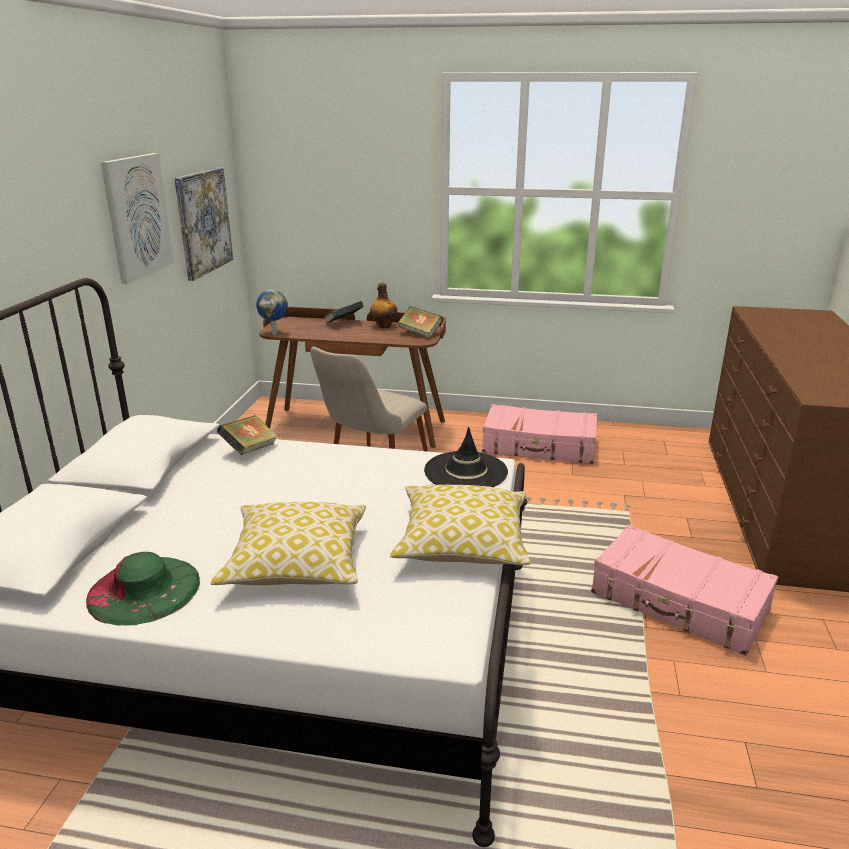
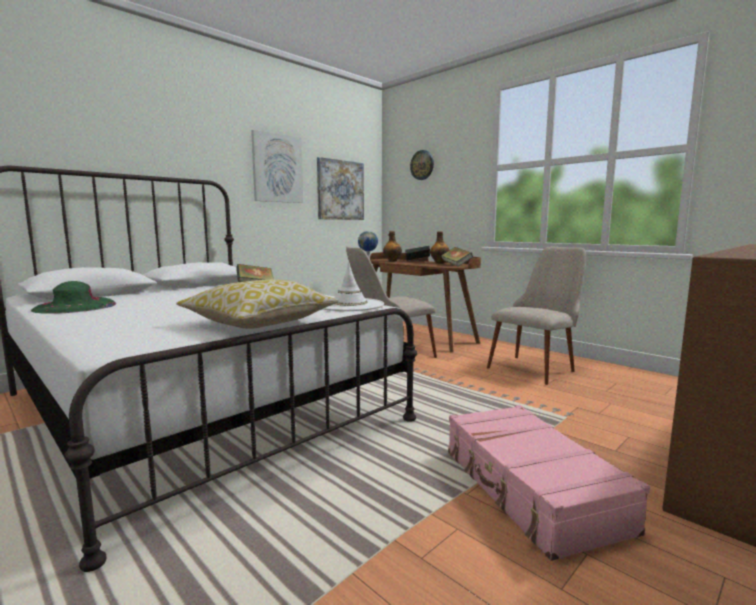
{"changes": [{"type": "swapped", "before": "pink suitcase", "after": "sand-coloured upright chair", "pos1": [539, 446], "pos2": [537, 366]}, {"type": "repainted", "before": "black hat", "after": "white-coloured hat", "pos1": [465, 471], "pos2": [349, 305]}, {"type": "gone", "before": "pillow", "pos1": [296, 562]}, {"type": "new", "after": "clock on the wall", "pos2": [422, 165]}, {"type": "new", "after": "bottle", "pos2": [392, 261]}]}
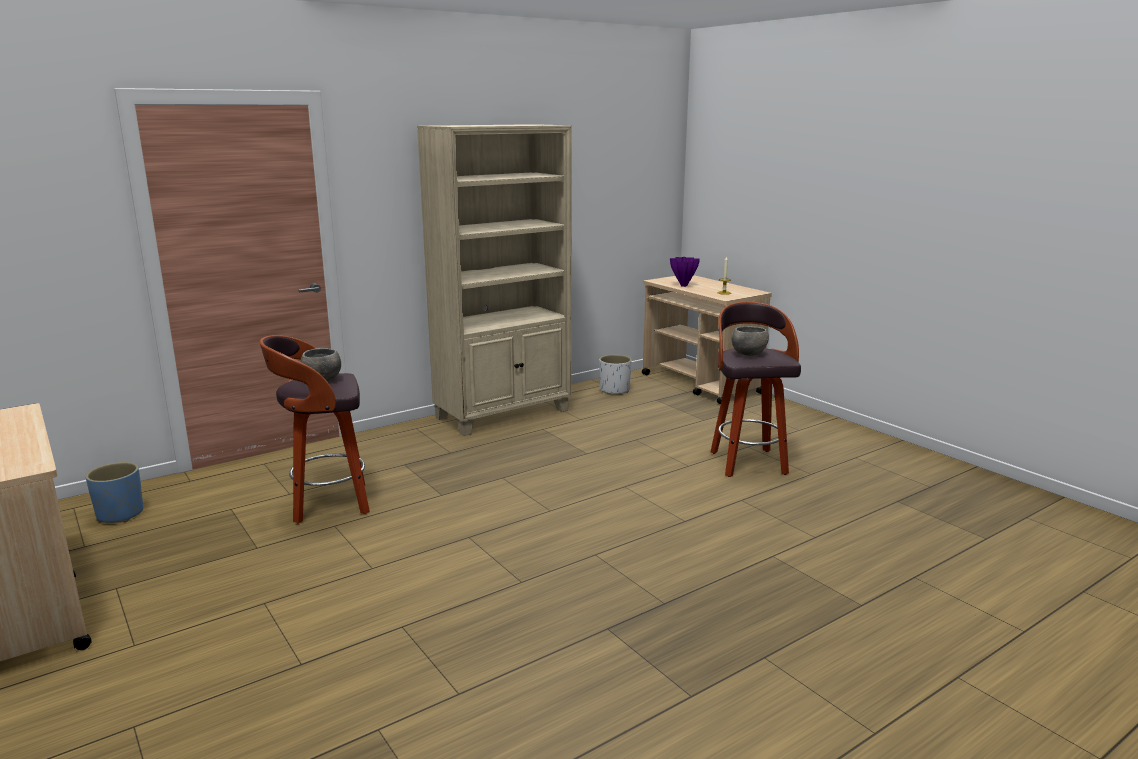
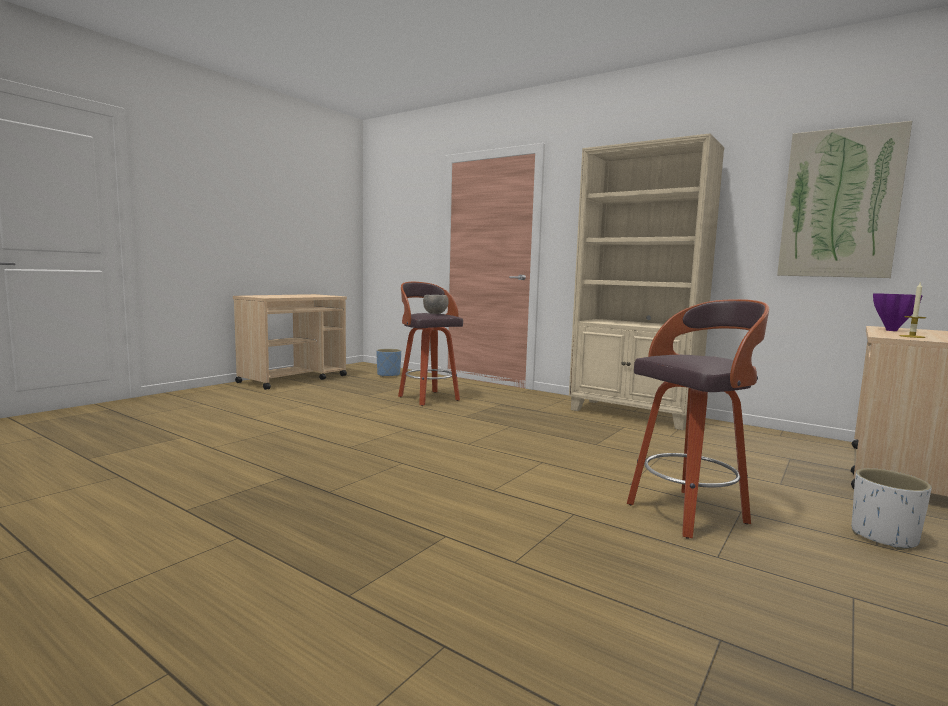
{"changes": [{"type": "gone", "before": "greyish serving bowl", "pos1": [747, 354]}, {"type": "shifted", "before": "white-coloured plant pot", "pos1": [615, 390], "pos2": [884, 537]}, {"type": "new", "after": "wall picture", "pos2": [840, 204]}]}
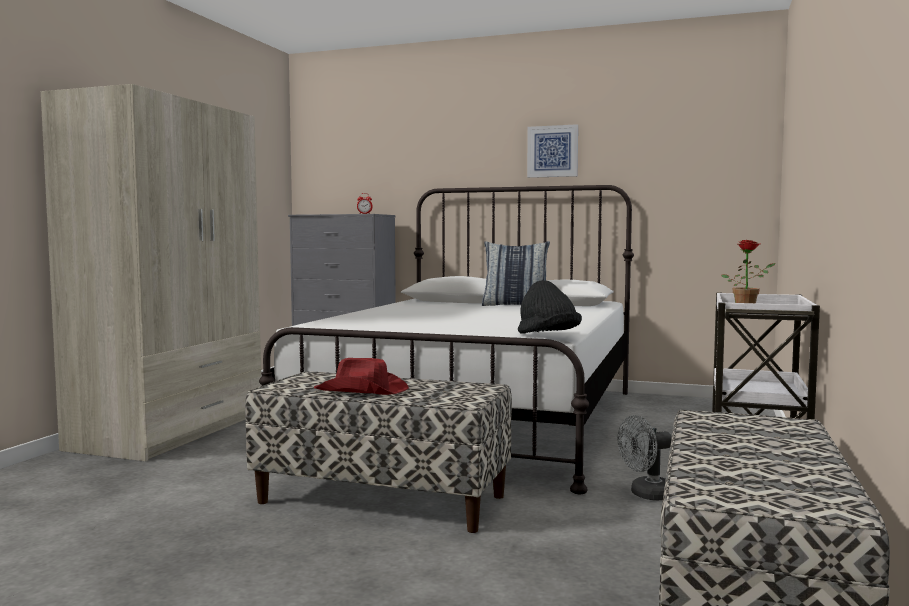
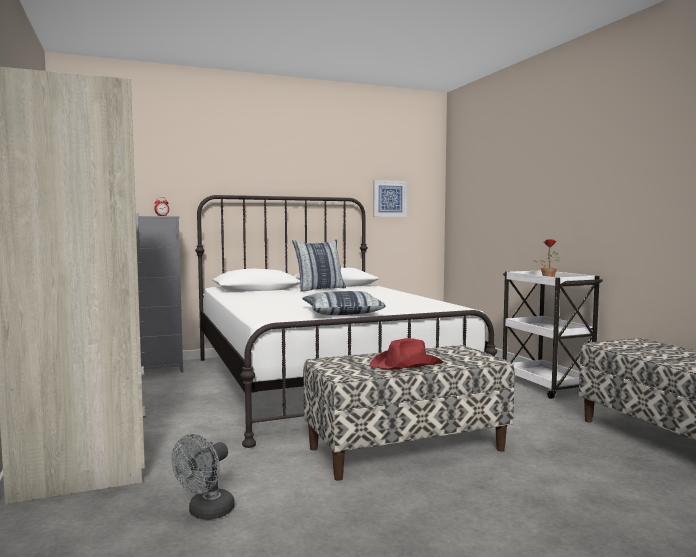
{"changes": [{"type": "shifted", "before": "wall picture", "pos1": [552, 151], "pos2": [389, 198]}, {"type": "gone", "before": "black hat", "pos1": [548, 336]}, {"type": "shifted", "before": "greyish electric fan", "pos1": [646, 495], "pos2": [206, 513]}, {"type": "new", "after": "pillow", "pos2": [341, 312]}]}
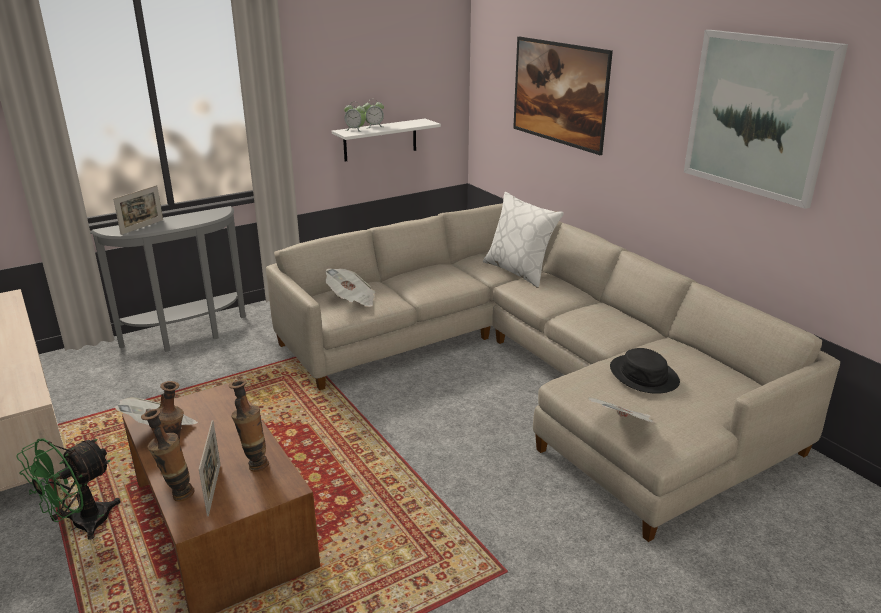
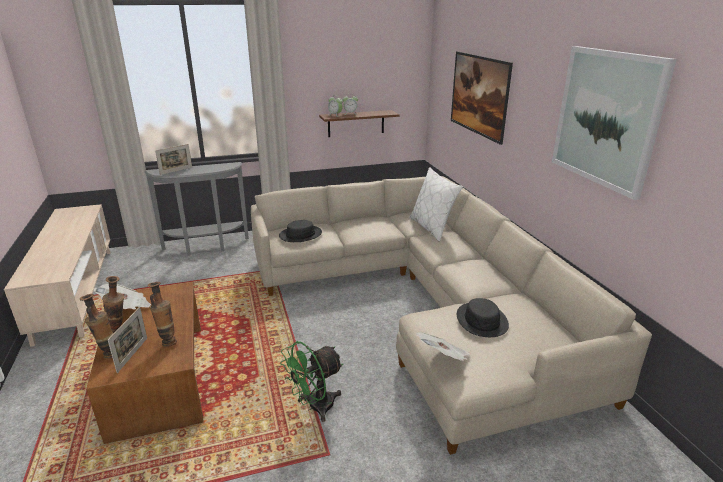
{"changes": [{"type": "repainted", "before": "white-coloured shelf", "after": "brownish shelf", "pos1": [380, 140], "pos2": [356, 123]}, {"type": "swapped", "before": "printed paper", "after": "black hat", "pos1": [352, 300], "pos2": [300, 235]}, {"type": "shifted", "before": "greenish electric fan", "pos1": [81, 525], "pos2": [315, 407]}]}
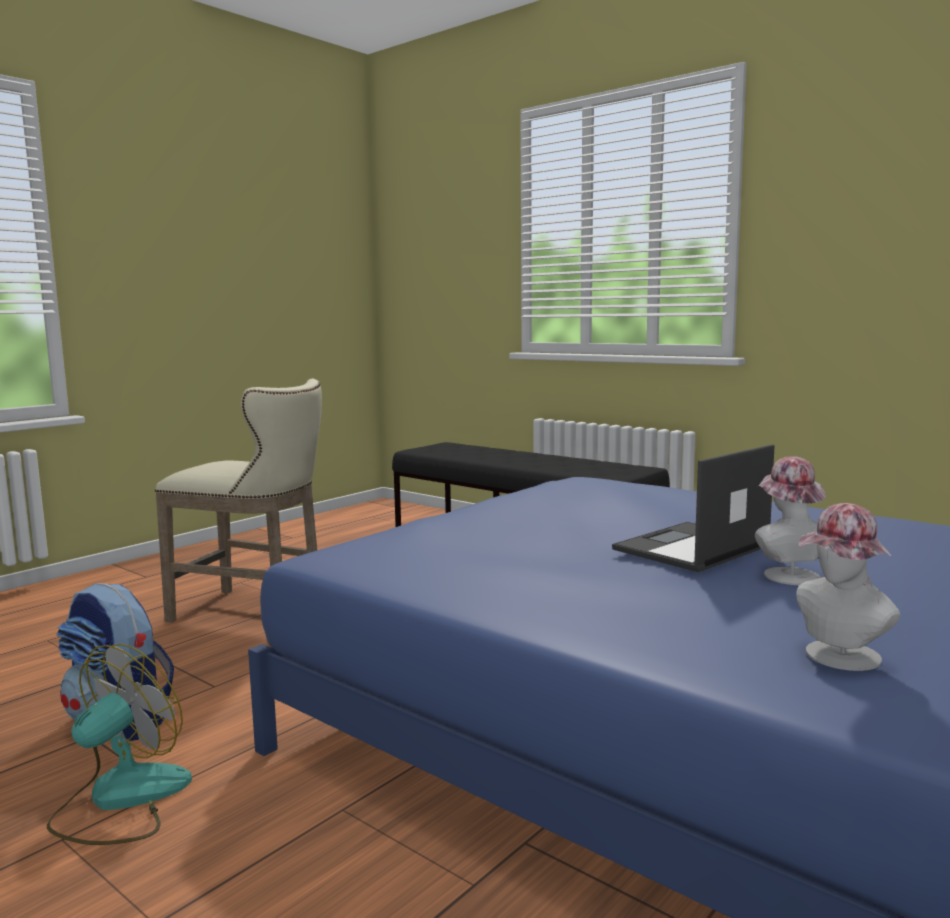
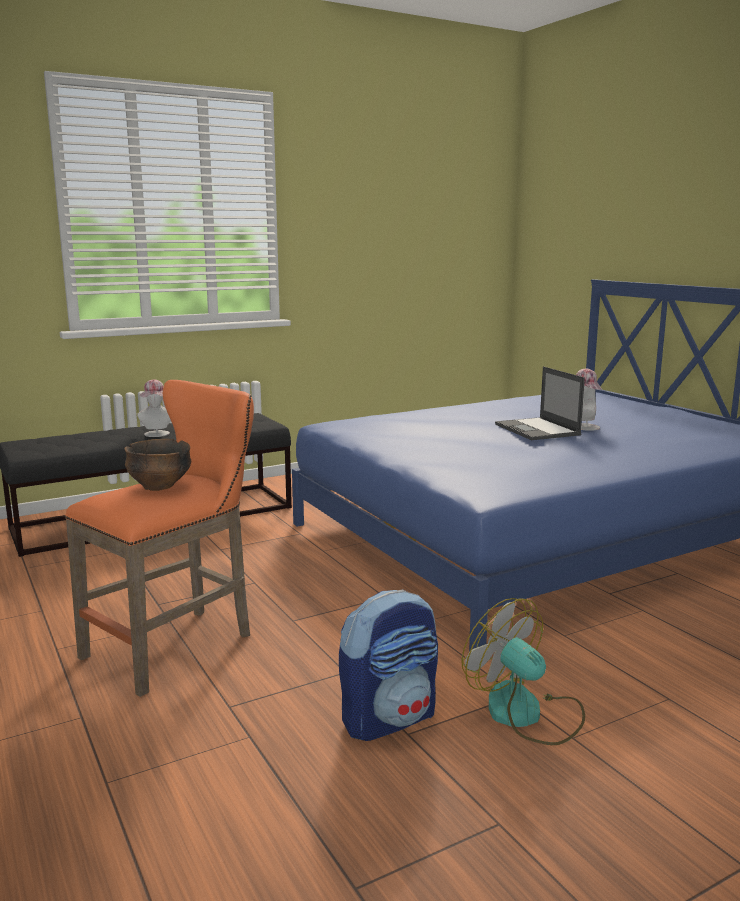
{"changes": [{"type": "repainted", "before": "sand-coloured stool seat", "after": "orange-coloured stool seat", "pos1": [255, 614], "pos2": [178, 645]}, {"type": "shifted", "before": "hat", "pos1": [837, 658], "pos2": [157, 434]}, {"type": "new", "after": "serving bowl", "pos2": [159, 486]}]}
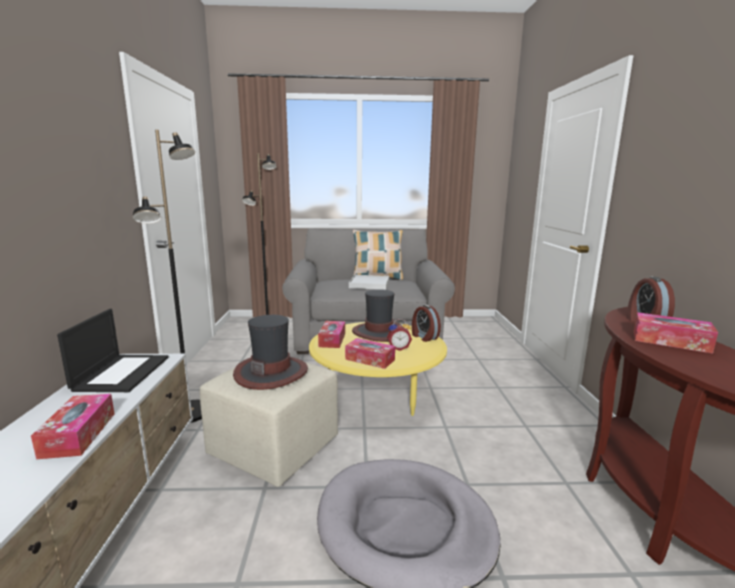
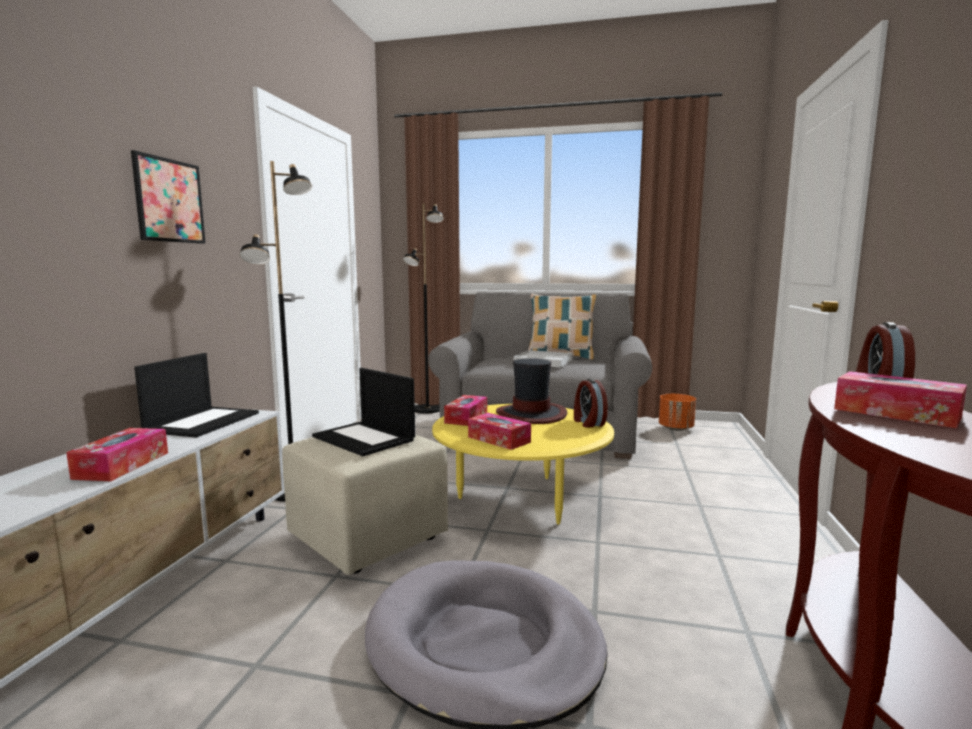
{"changes": [{"type": "swapped", "before": "hat", "after": "laptop", "pos1": [271, 372], "pos2": [365, 438]}, {"type": "gone", "before": "table clock", "pos1": [398, 348]}, {"type": "new", "after": "wall picture", "pos2": [169, 200]}, {"type": "new", "after": "orange-coloured plant pot", "pos2": [676, 428]}]}
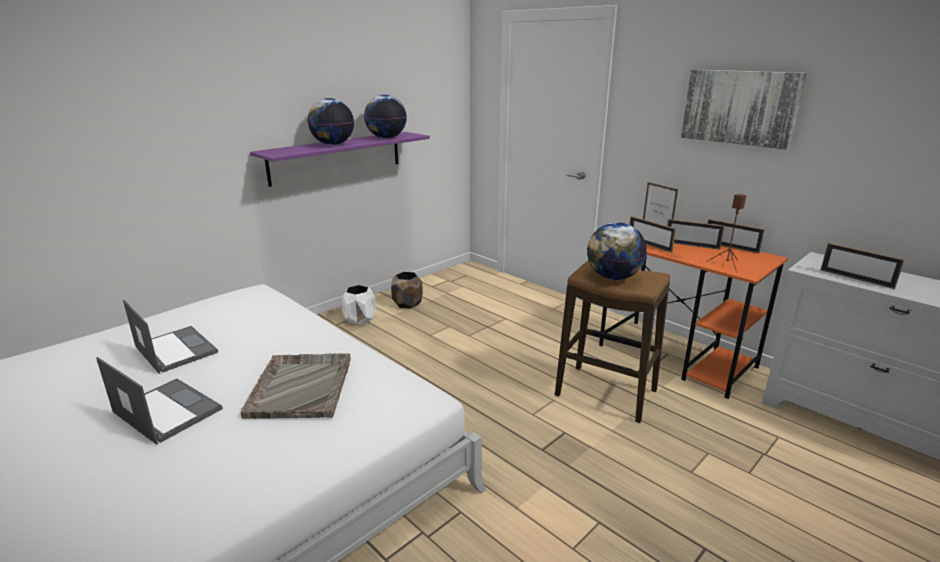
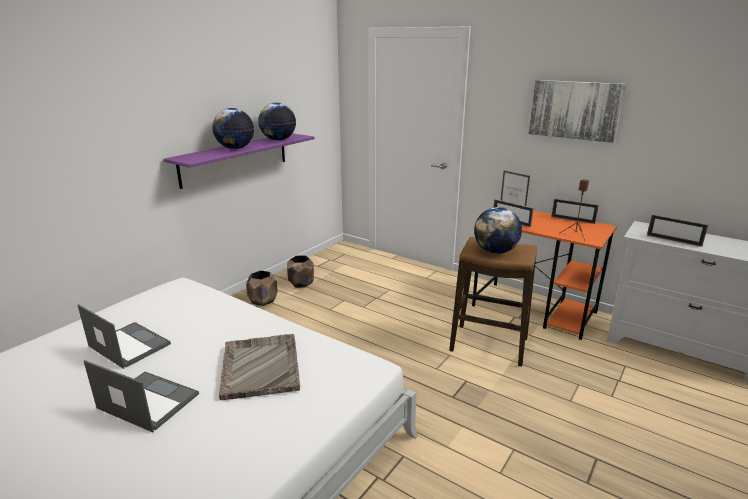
{"changes": [{"type": "gone", "before": "standing frame", "pos1": [691, 245]}, {"type": "repainted", "before": "white-coloured plant pot", "after": "brownish plant pot", "pos1": [360, 319], "pos2": [263, 300]}]}
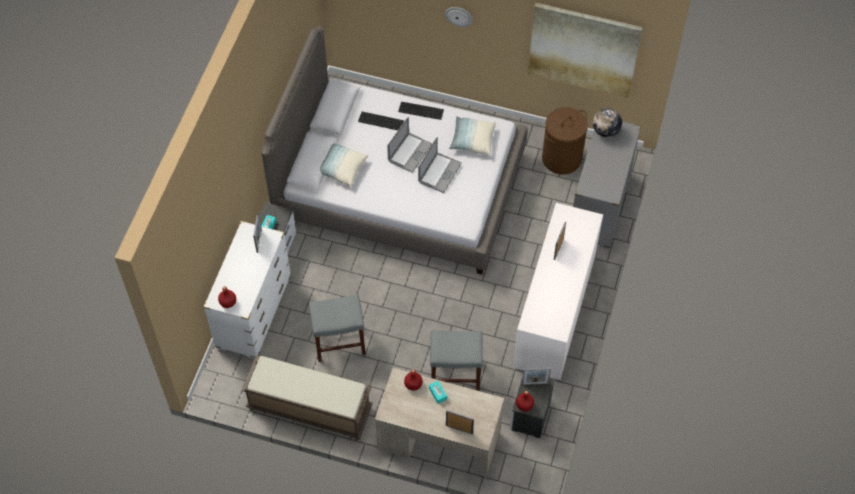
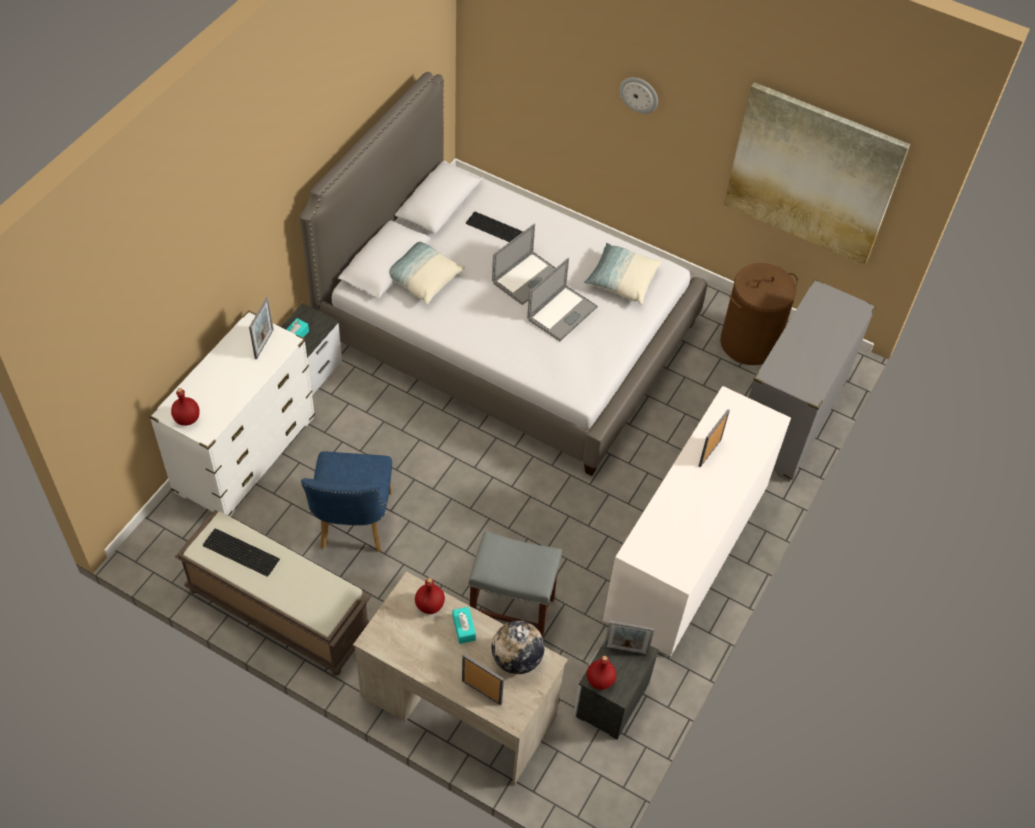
{"changes": [{"type": "shifted", "before": "computer keyboard", "pos1": [420, 110], "pos2": [241, 551]}, {"type": "shifted", "before": "world globe", "pos1": [606, 131], "pos2": [516, 659]}, {"type": "swapped", "before": "greyish stool seat", "after": "blue-coloured upright chair", "pos1": [338, 343], "pos2": [352, 526]}]}
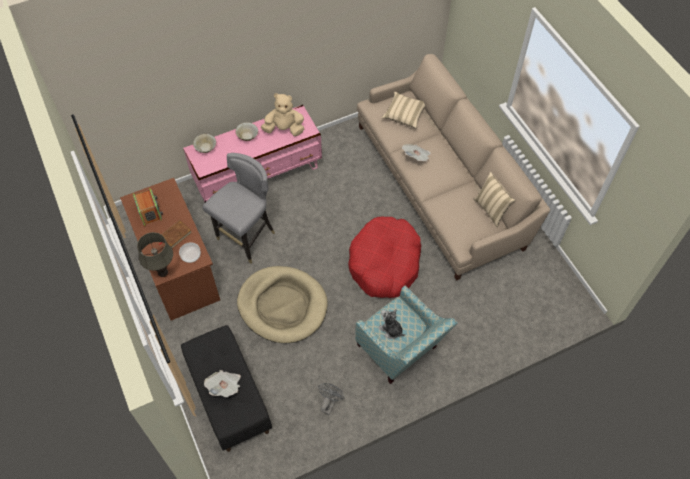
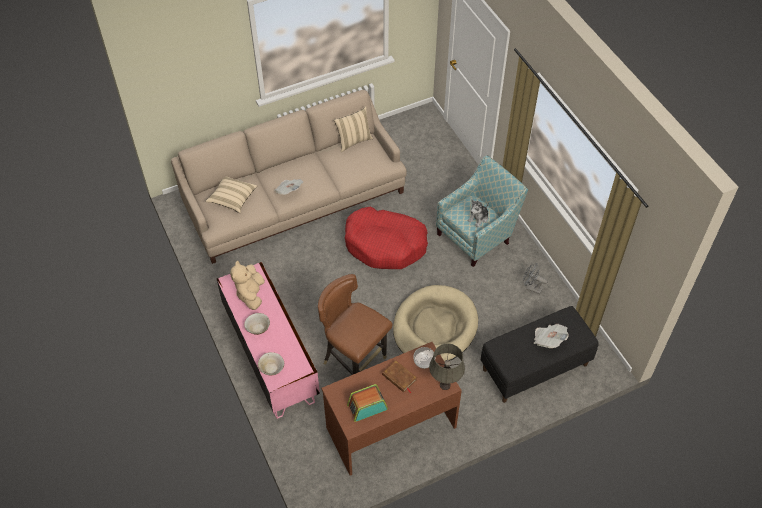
{"changes": [{"type": "repainted", "before": "greyish upright chair", "after": "brownish upright chair", "pos1": [247, 238], "pos2": [355, 363]}]}
